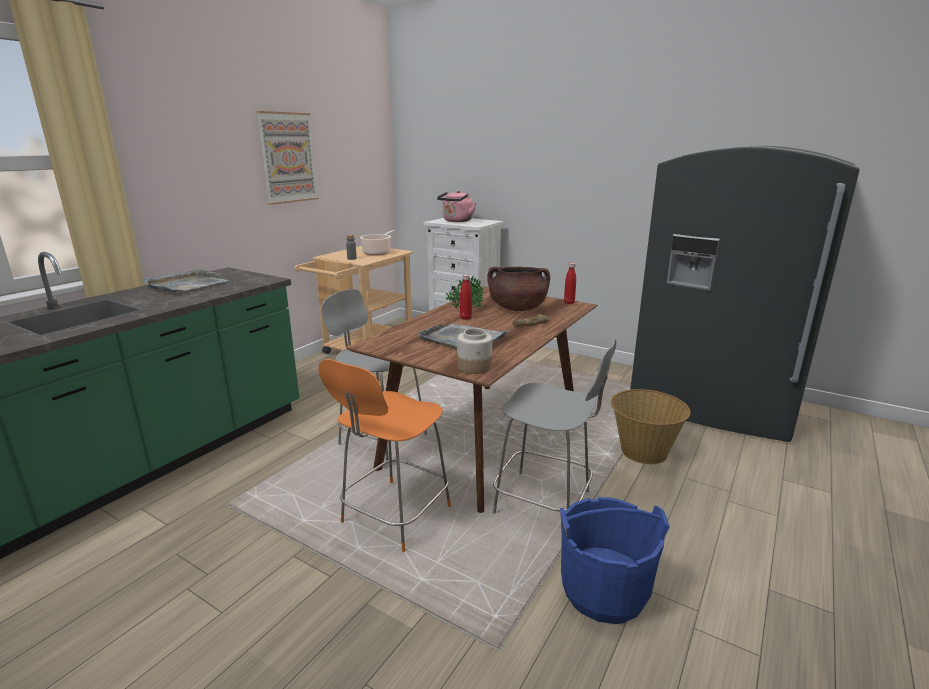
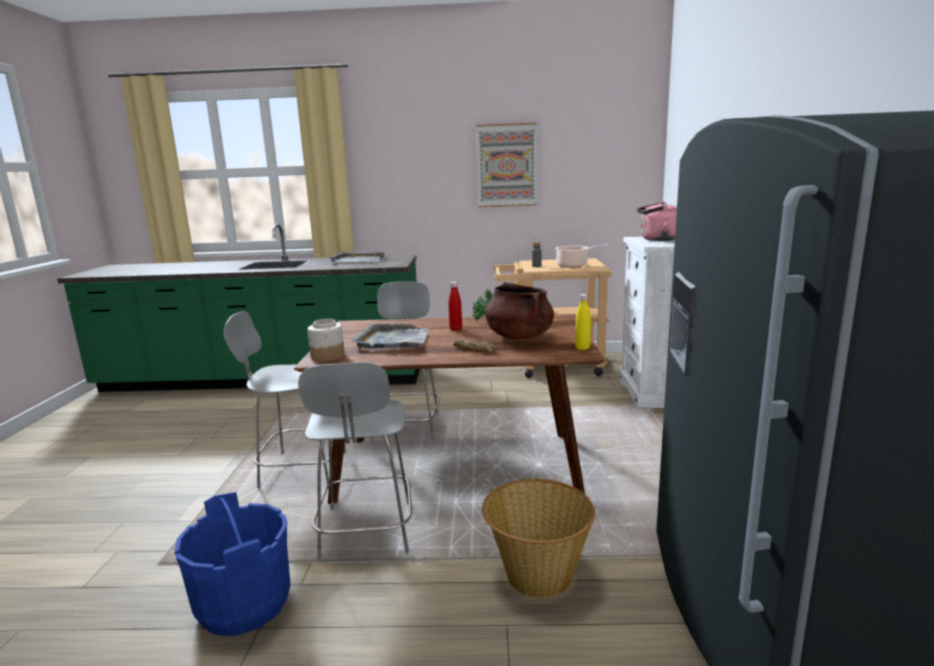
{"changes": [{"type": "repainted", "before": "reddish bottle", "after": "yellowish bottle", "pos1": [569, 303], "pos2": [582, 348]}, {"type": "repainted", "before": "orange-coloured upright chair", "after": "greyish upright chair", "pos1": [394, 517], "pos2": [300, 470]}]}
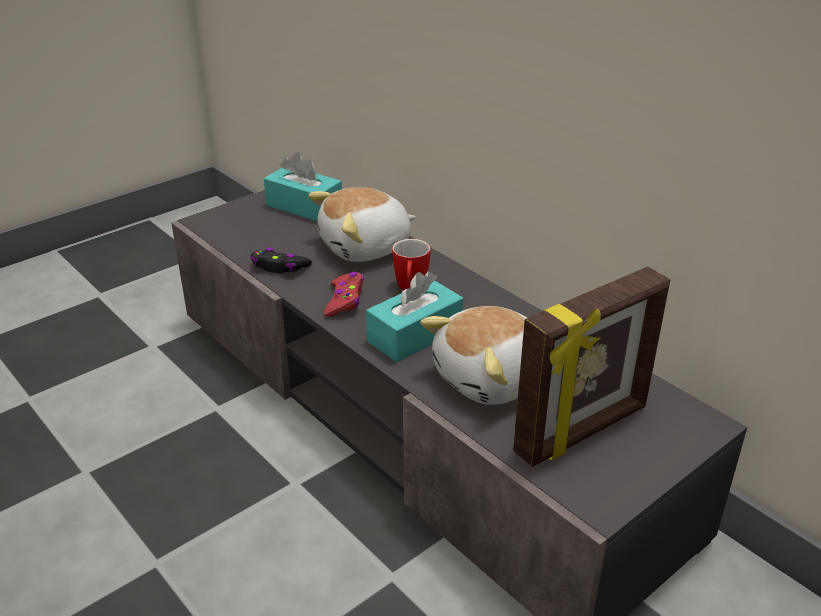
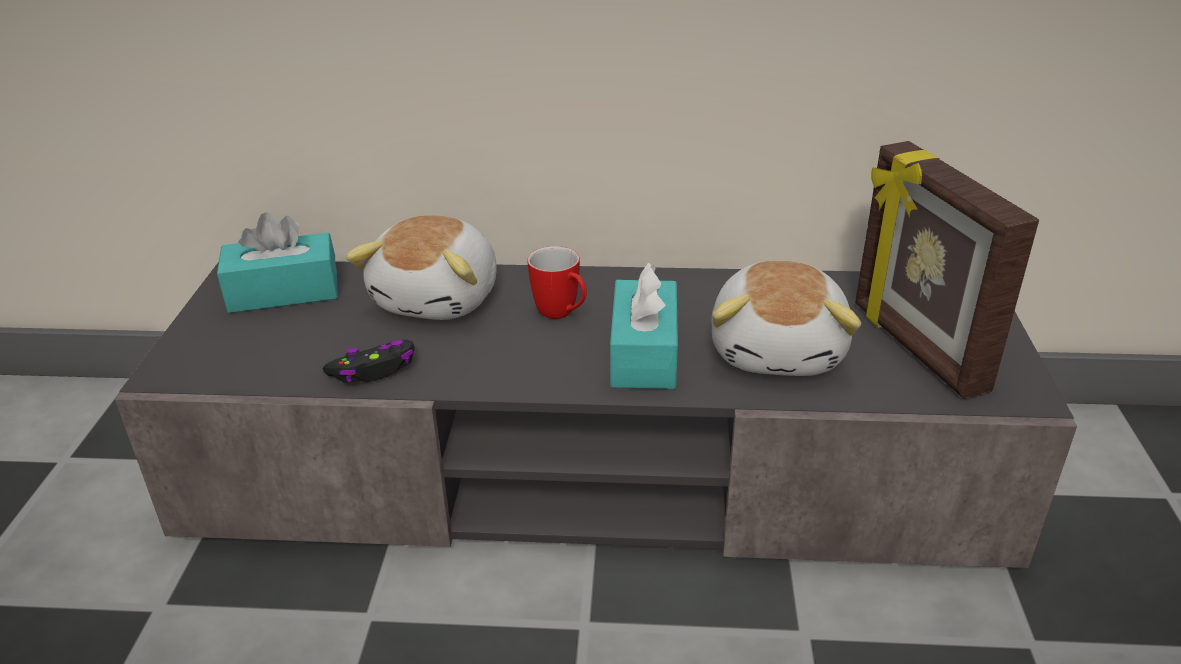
{"changes": [{"type": "rotated", "before": "standing frame", "pos1": [583, 431], "pos2": [915, 347], "turn": 150}, {"type": "gone", "before": "reddish game controller", "pos1": [345, 300]}]}
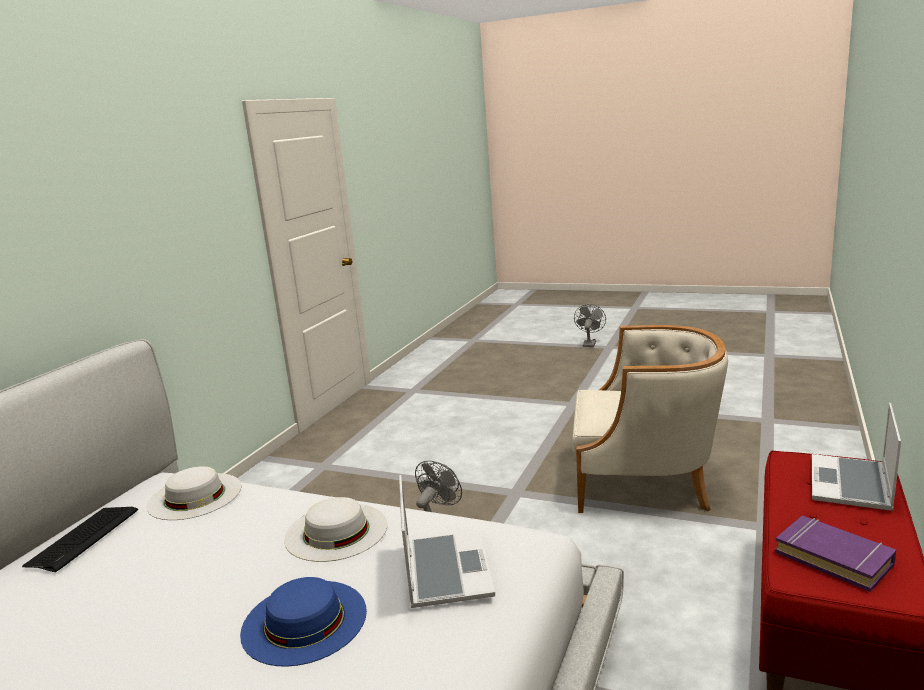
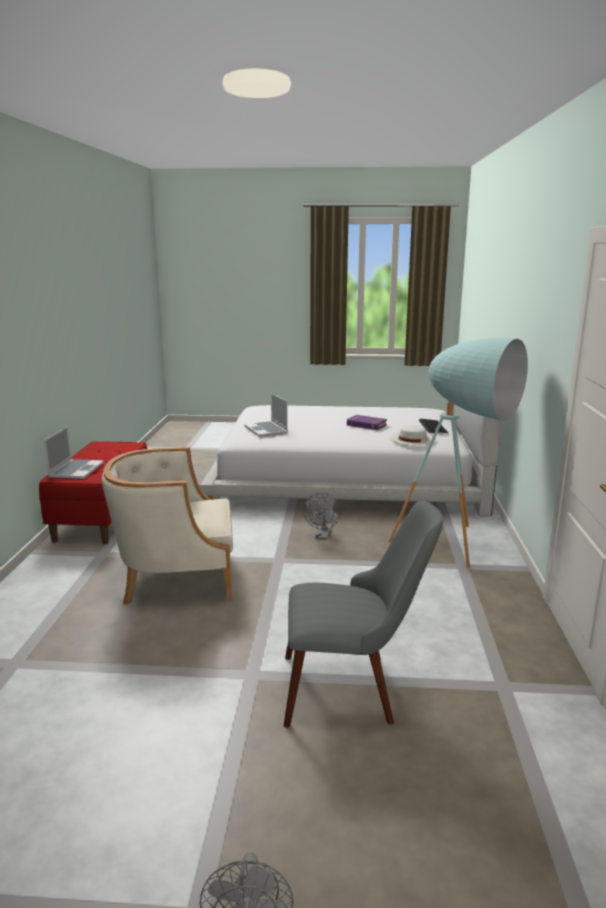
{"changes": [{"type": "gone", "before": "white-coloured hat", "pos1": [336, 531]}, {"type": "shifted", "before": "purple volume", "pos1": [833, 558], "pos2": [366, 425]}, {"type": "gone", "before": "blue-coloured hat", "pos1": [304, 621]}, {"type": "new", "after": "turquoise standard lamp", "pos2": [458, 550]}, {"type": "new", "after": "greyish upright chair", "pos2": [354, 688]}]}
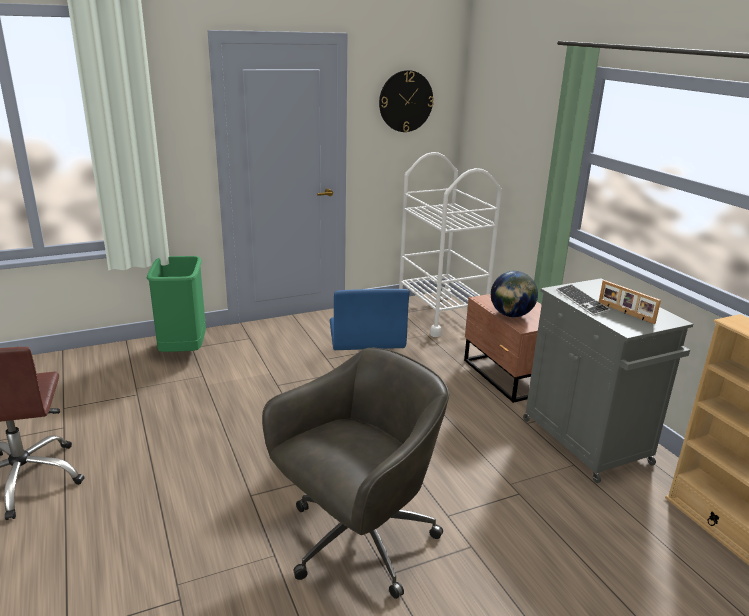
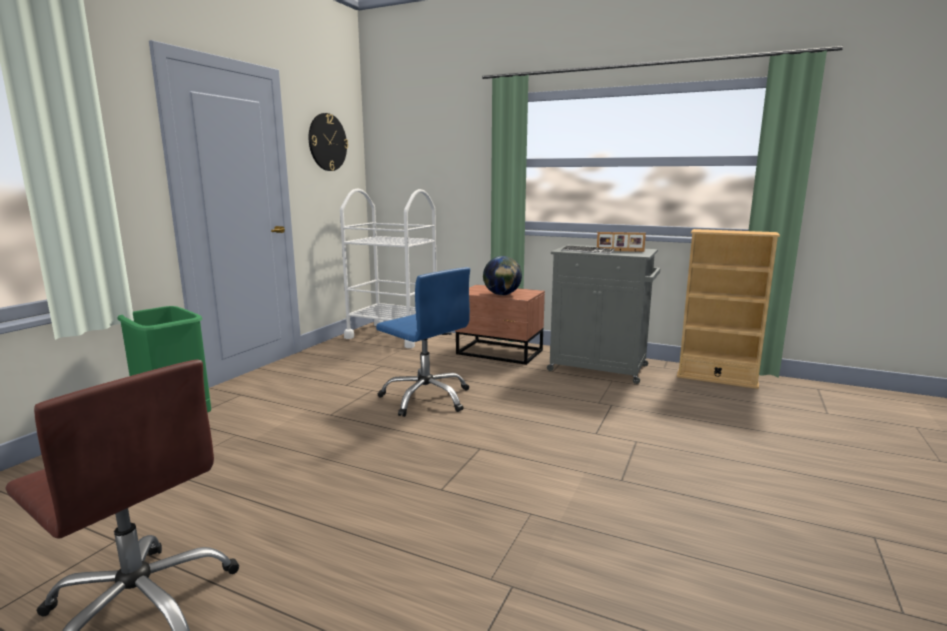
{"changes": [{"type": "gone", "before": "greyish office chair", "pos1": [357, 541]}]}
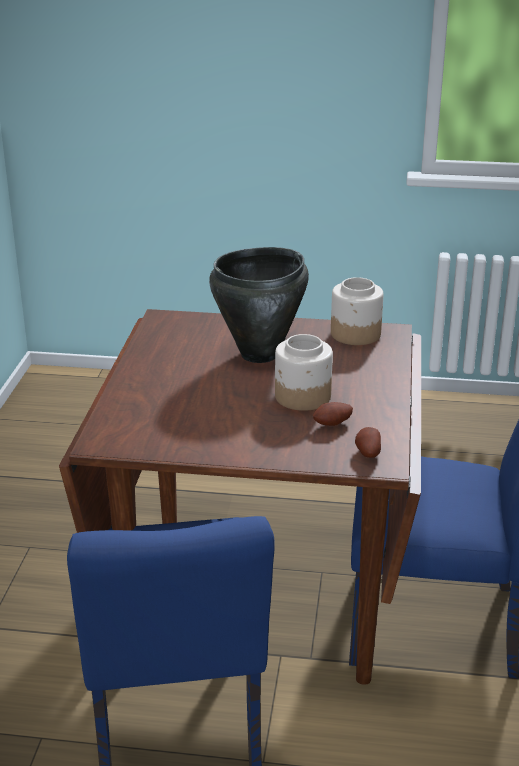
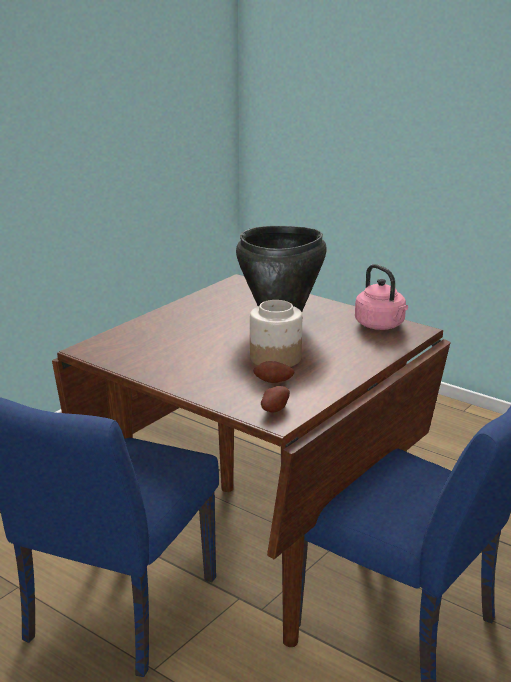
{"changes": [{"type": "swapped", "before": "storage jar", "after": "pink kettle", "pos1": [356, 334], "pos2": [381, 325]}]}
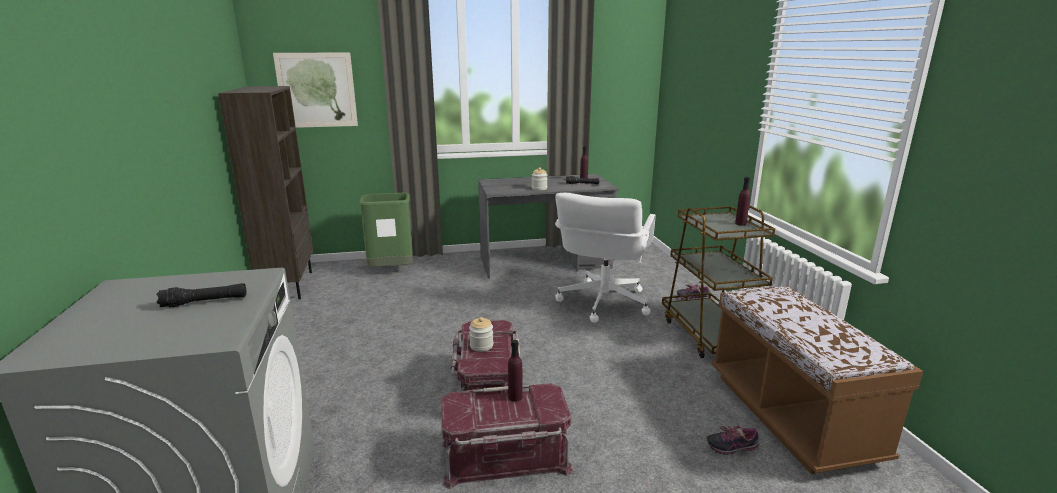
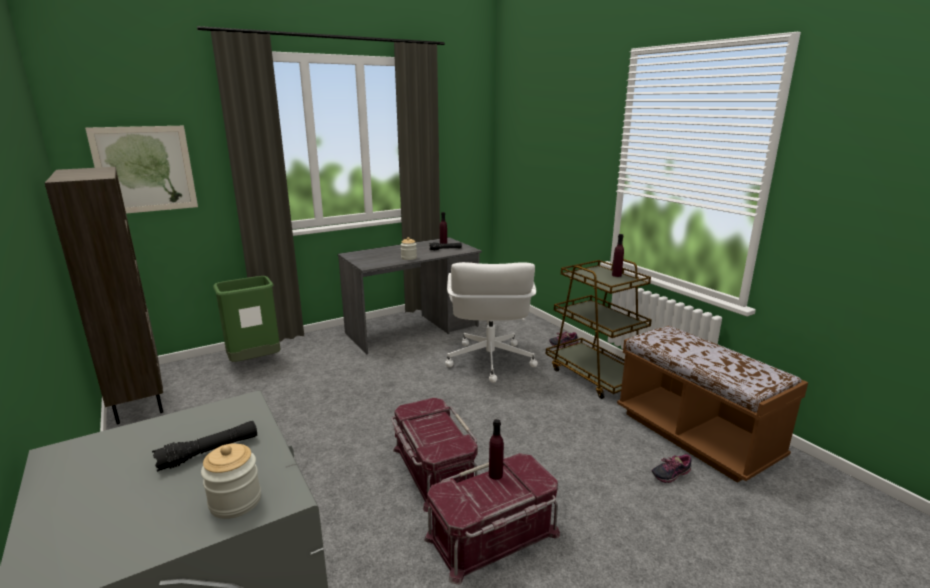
{"changes": [{"type": "shifted", "before": "storage jar", "pos1": [481, 346], "pos2": [235, 502]}]}
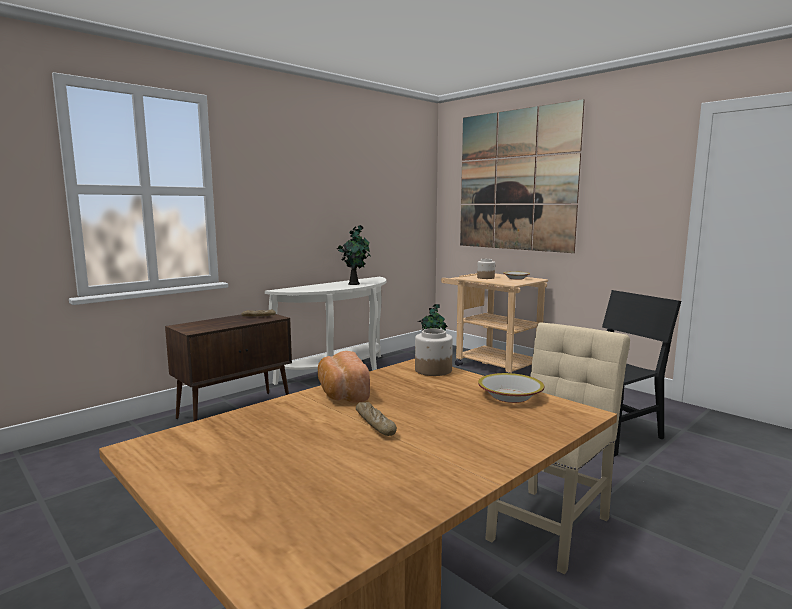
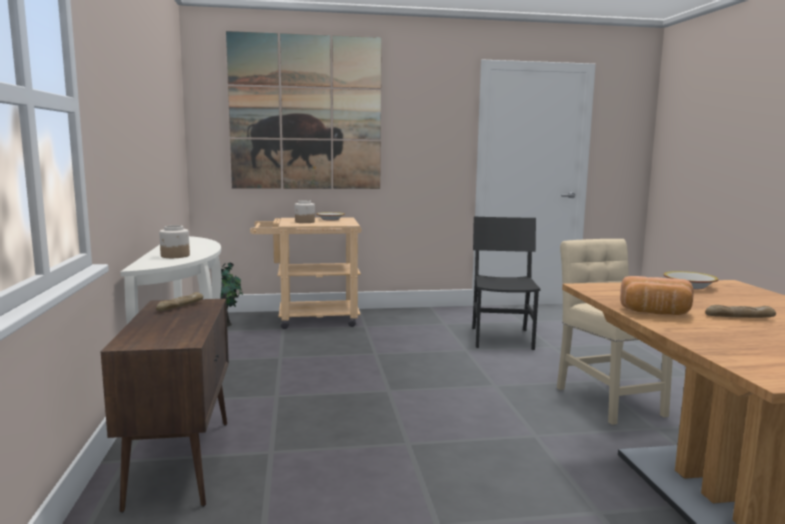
{"changes": [{"type": "gone", "before": "potted plant", "pos1": [354, 284]}, {"type": "shifted", "before": "storage jar", "pos1": [433, 370], "pos2": [175, 256]}]}
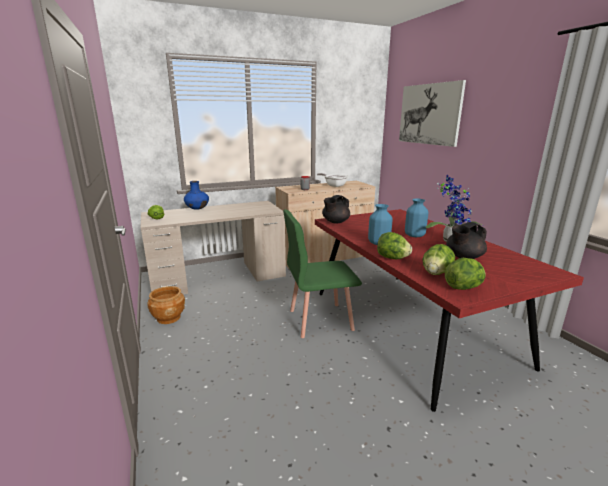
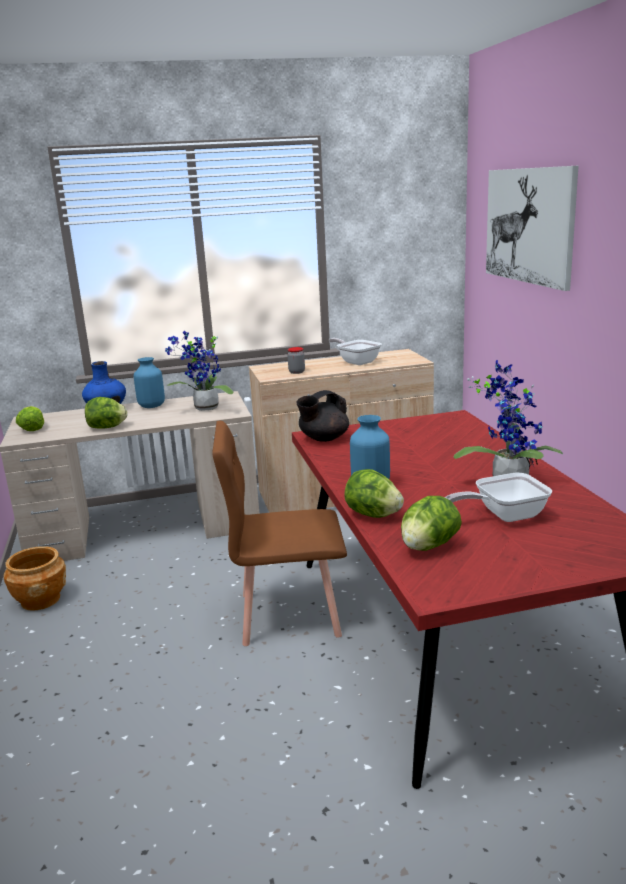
{"changes": [{"type": "shifted", "before": "blue-coloured flower vase", "pos1": [414, 235], "pos2": [151, 406]}, {"type": "repainted", "before": "greenish upright chair", "after": "brownish upright chair", "pos1": [319, 320], "pos2": [288, 614]}, {"type": "swapped", "before": "black teapot", "after": "skillet", "pos1": [463, 257], "pos2": [504, 515]}, {"type": "shifted", "before": "lettuce head", "pos1": [464, 287], "pos2": [107, 427]}, {"type": "new", "after": "potted plant", "pos2": [204, 409]}]}
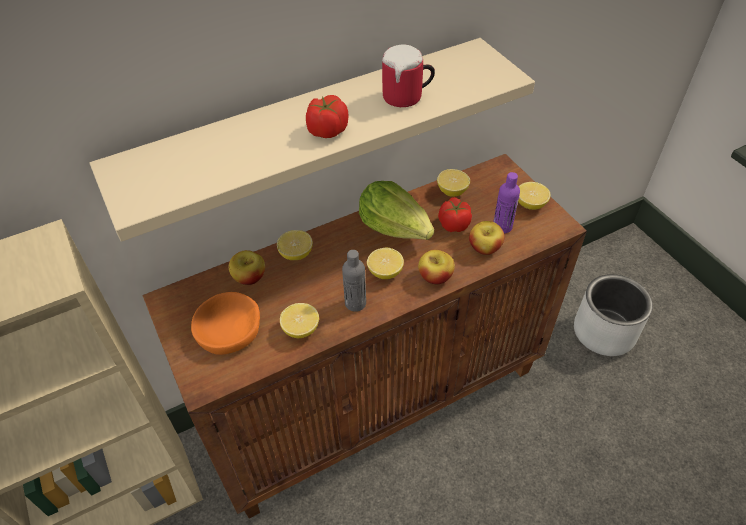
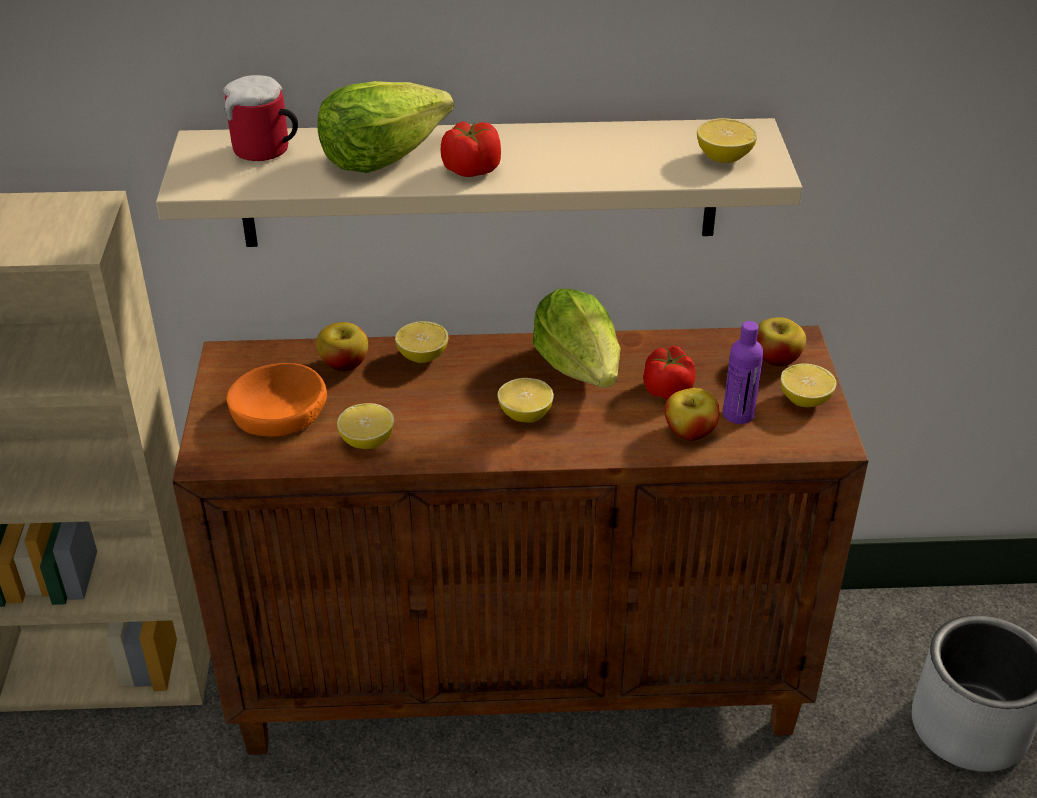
{"changes": [{"type": "shifted", "before": "coffee mug", "pos1": [408, 98], "pos2": [267, 152]}, {"type": "shifted", "before": "citrus fruit", "pos1": [452, 191], "pos2": [724, 157]}, {"type": "gone", "before": "greyish bottle", "pos1": [355, 303]}, {"type": "shifted", "before": "apple", "pos1": [435, 277], "pos2": [776, 359]}, {"type": "new", "after": "lettuce head", "pos2": [381, 155]}]}
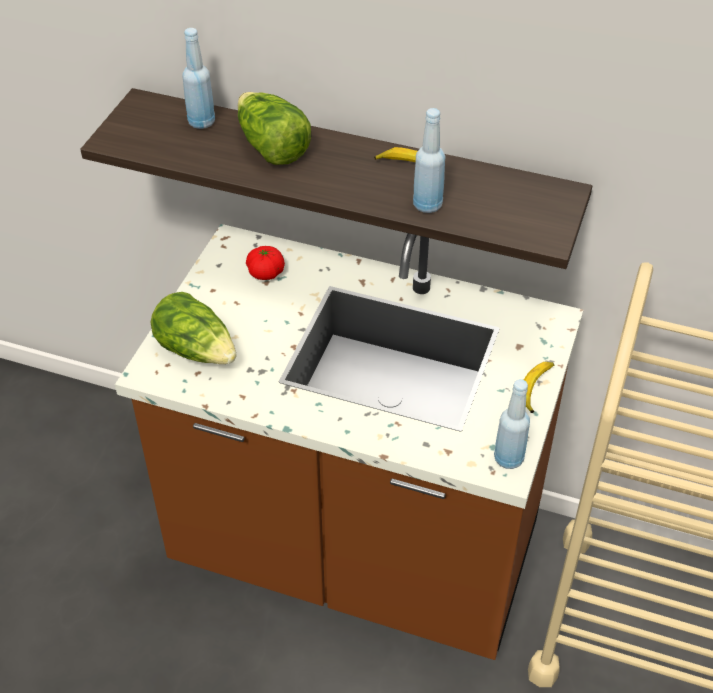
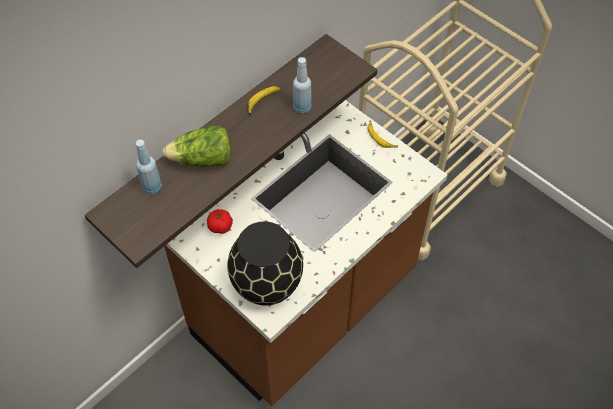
{"changes": [{"type": "swapped", "before": "lettuce head", "after": "black flower vase", "pos1": [197, 350], "pos2": [266, 284]}, {"type": "gone", "before": "blue-coloured bottle", "pos1": [508, 459]}]}
